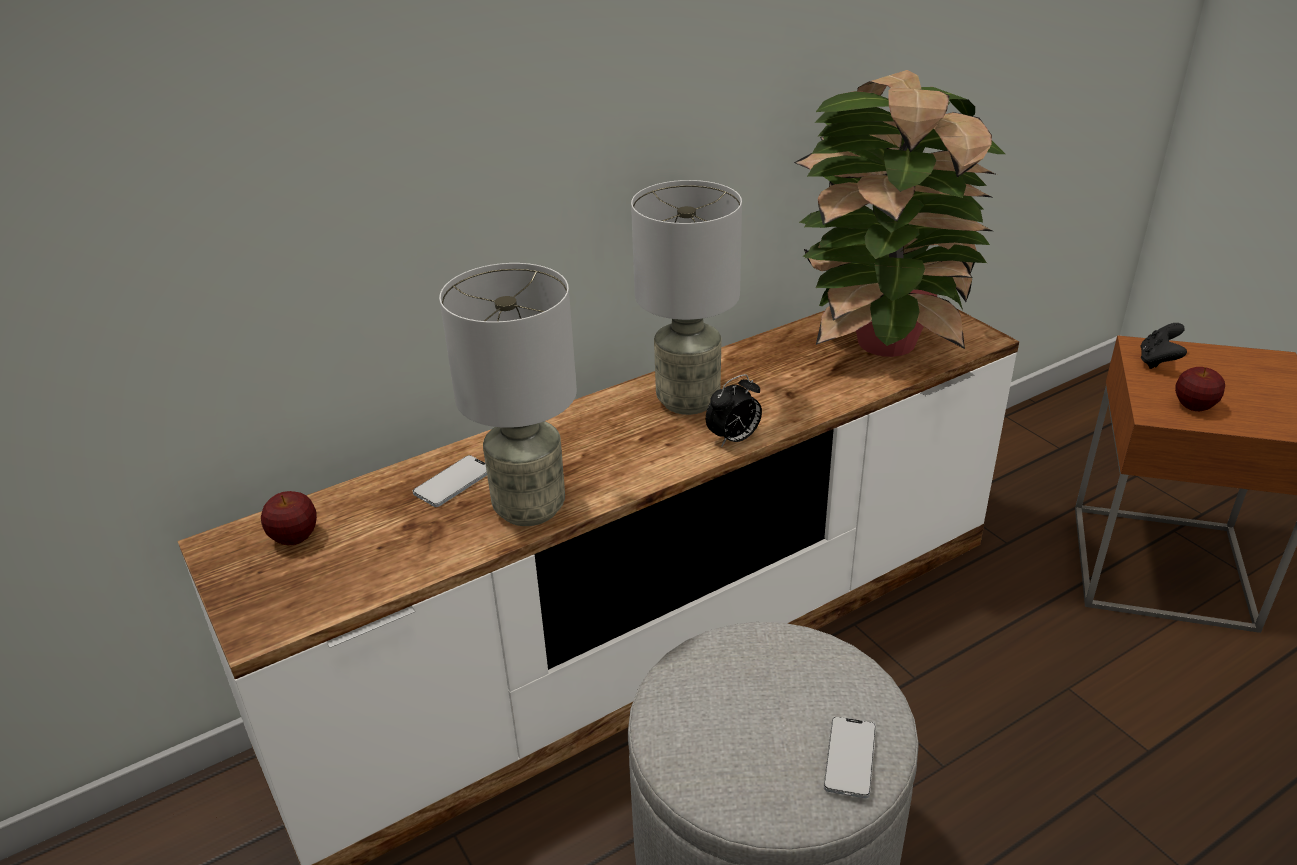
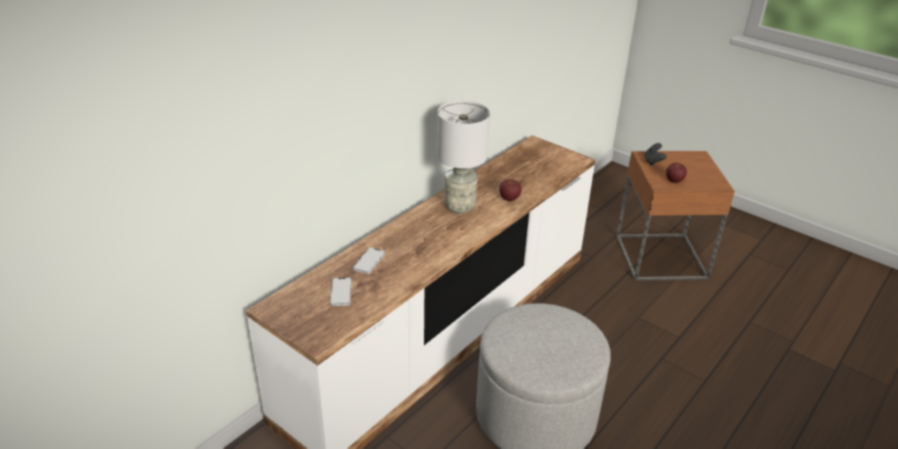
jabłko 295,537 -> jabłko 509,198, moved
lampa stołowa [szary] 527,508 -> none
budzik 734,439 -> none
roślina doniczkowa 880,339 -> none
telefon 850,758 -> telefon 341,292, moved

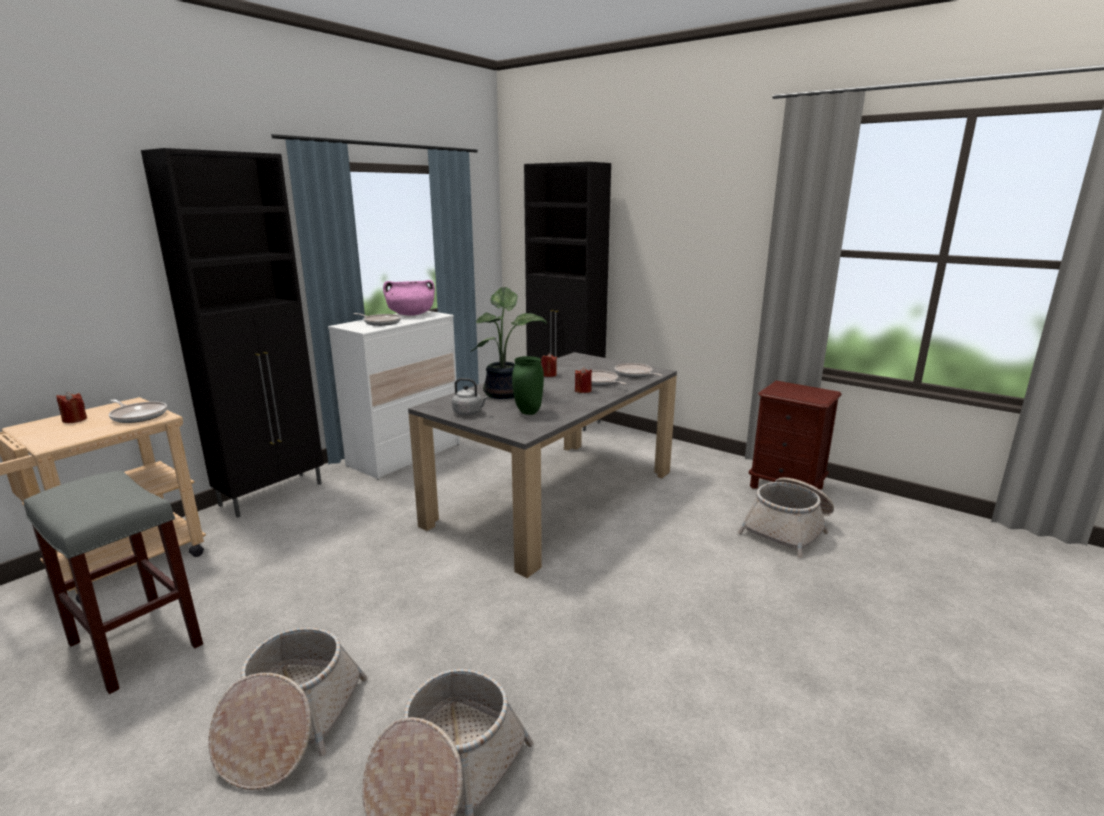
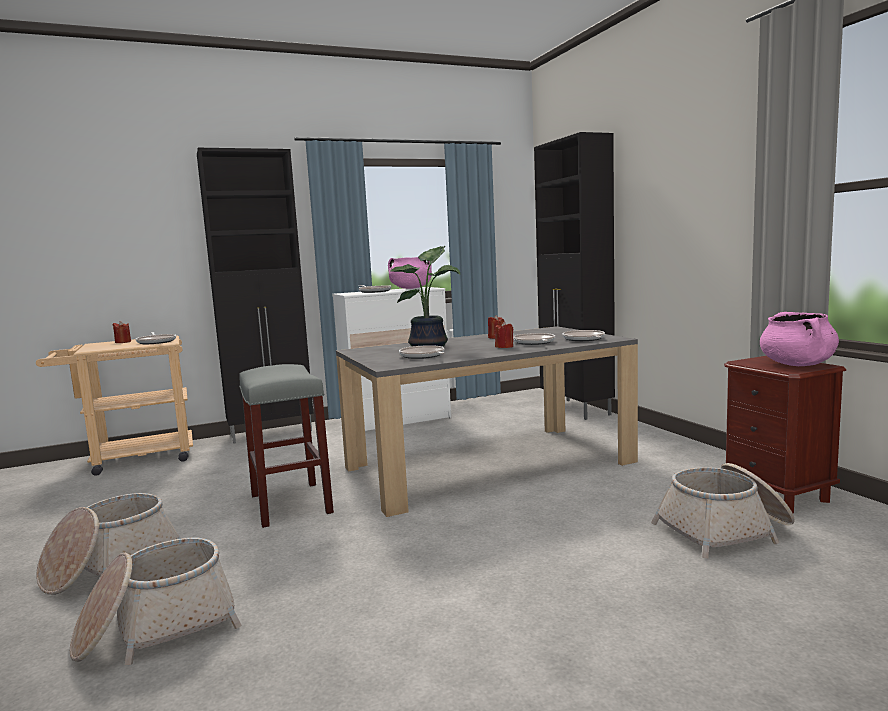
stołek [szary] 134,644 -> stołek [szary] 289,503, moved
czajnik [szary] 469,413 -> none
wazon [zielony] 529,412 -> patelnia 423,356
none -> garnek [różowy] 797,365

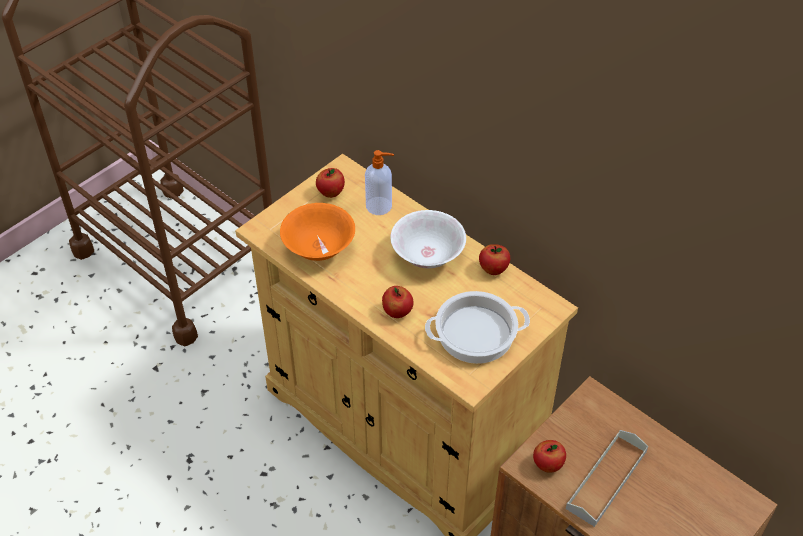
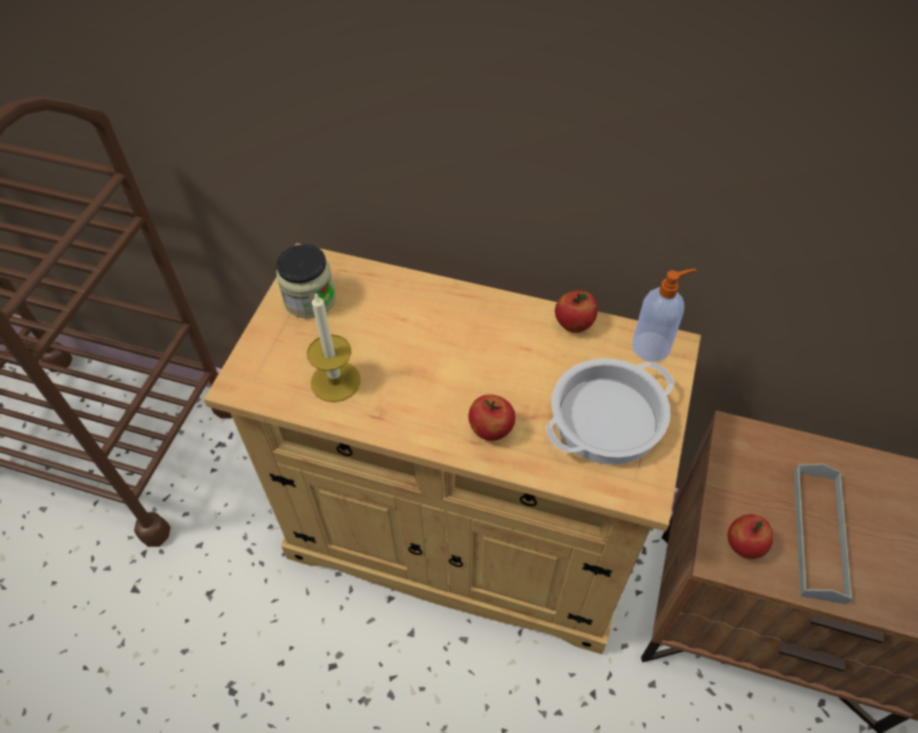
miska [pomarańczowy] 319,248 -> świeca 335,381
jabłko 330,193 -> słoik 310,299
dozownik mydła 380,206 -> dozownik mydła 652,346, moved
miska [biały] 428,255 -> none

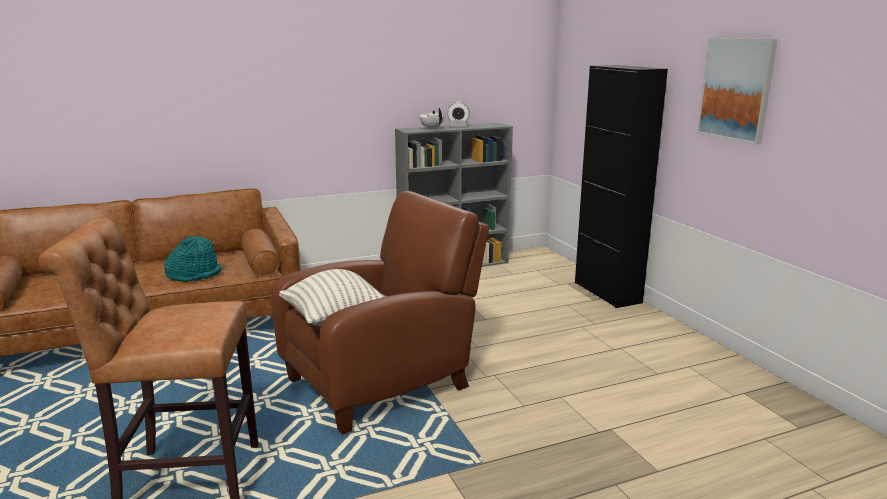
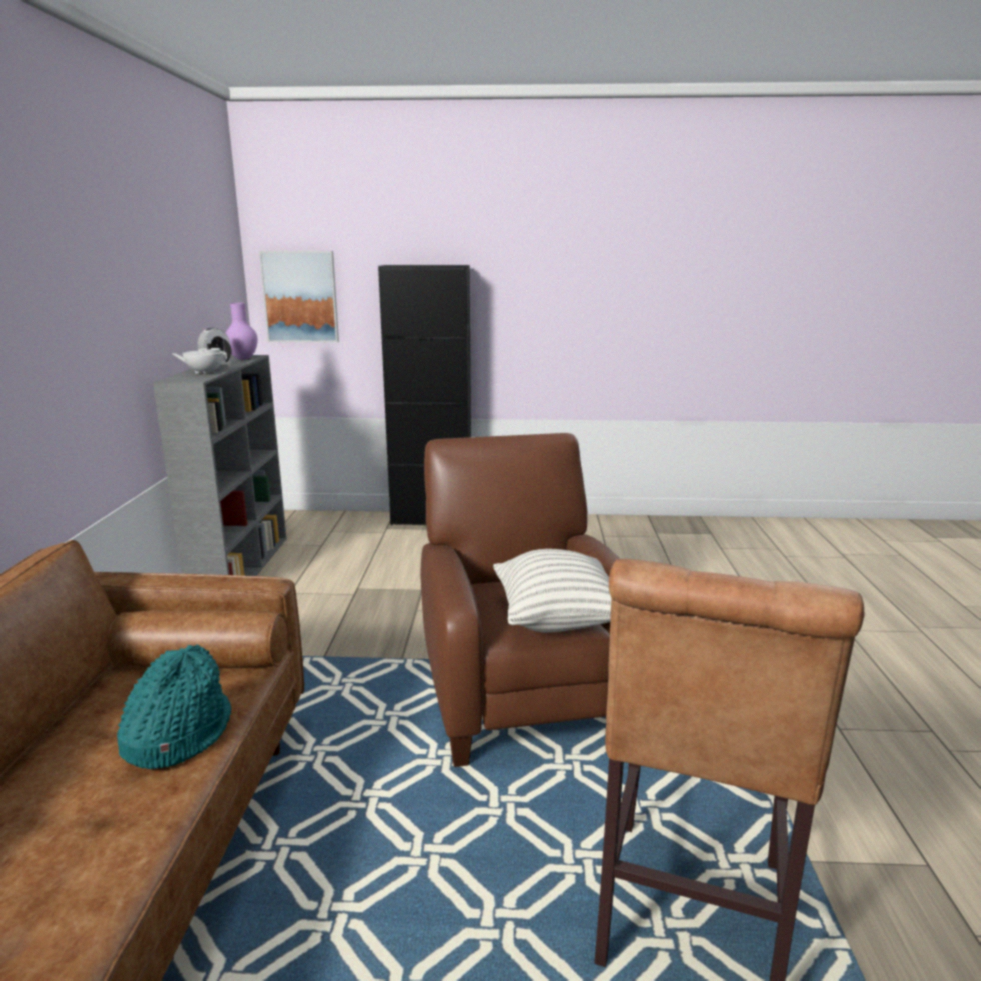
obraz 736,89 -> obraz 300,297, moved
none -> wazon [fioletowy] 244,359

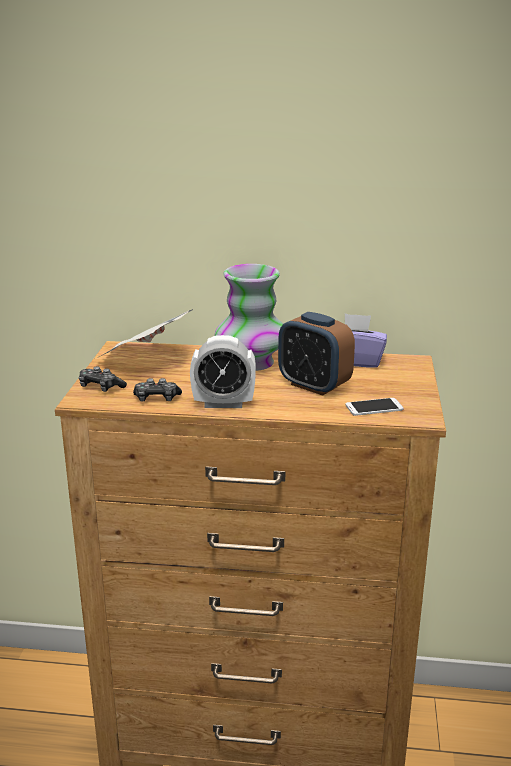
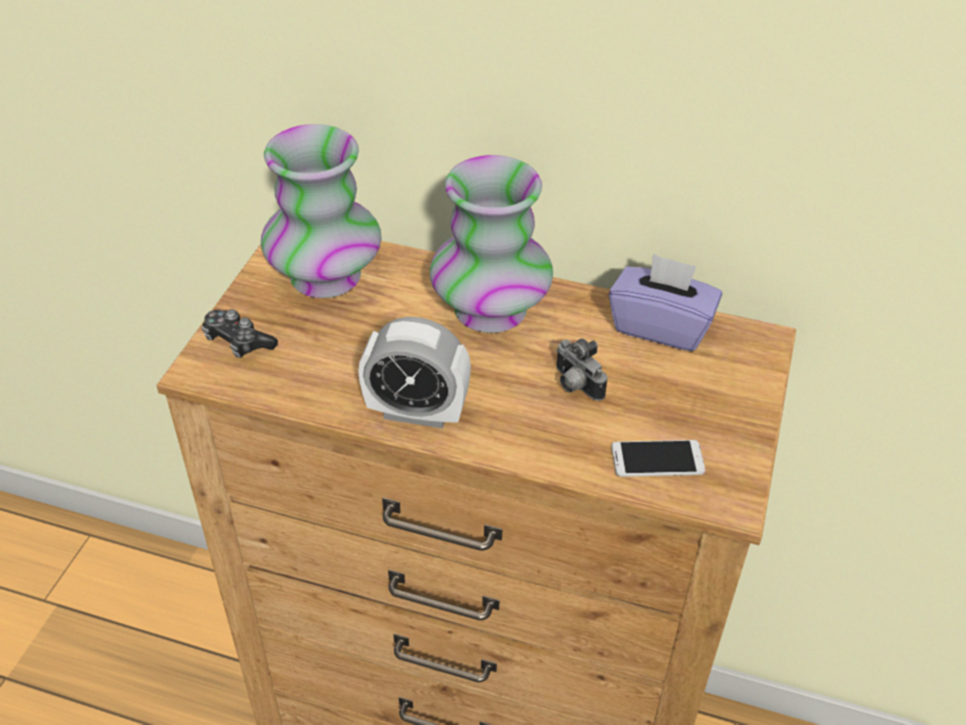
gazeta 145,359 -> wazon 325,276
pad do gier 156,399 -> none
budzik 314,386 -> aparat fotograficzny 575,385

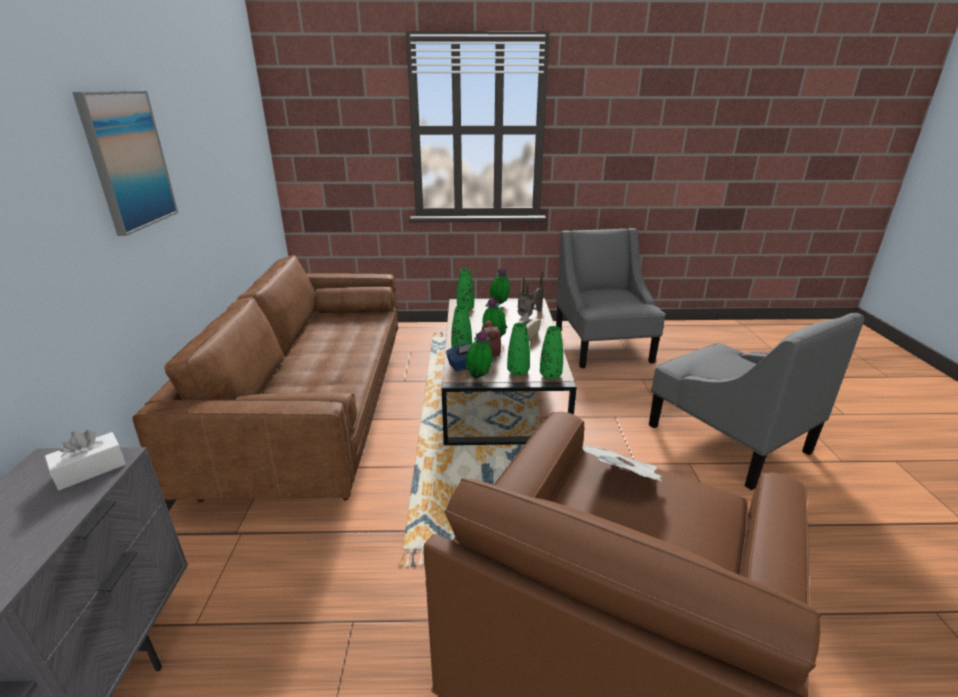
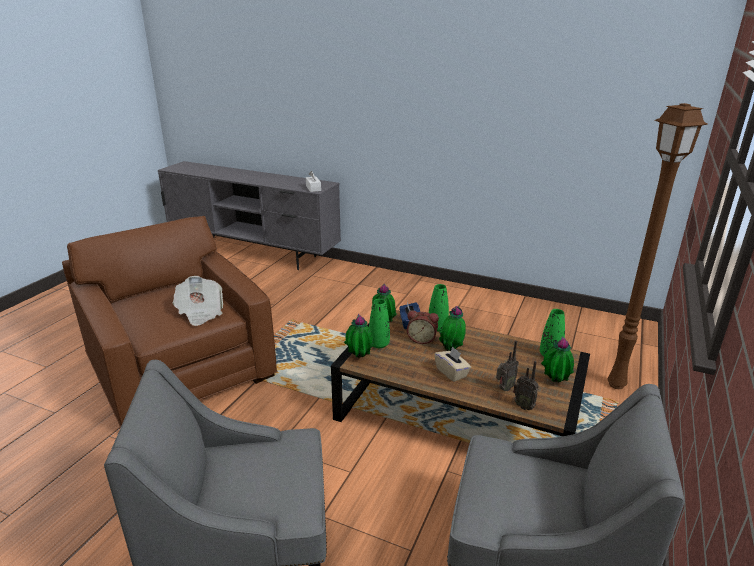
obraz 128,160 -> none
kanapa [brązowy] 314,413 -> none
wazon [zielony] 550,375 -> roślina doniczkowa 359,358
none -> lampa stojąca [brązowy] 618,385

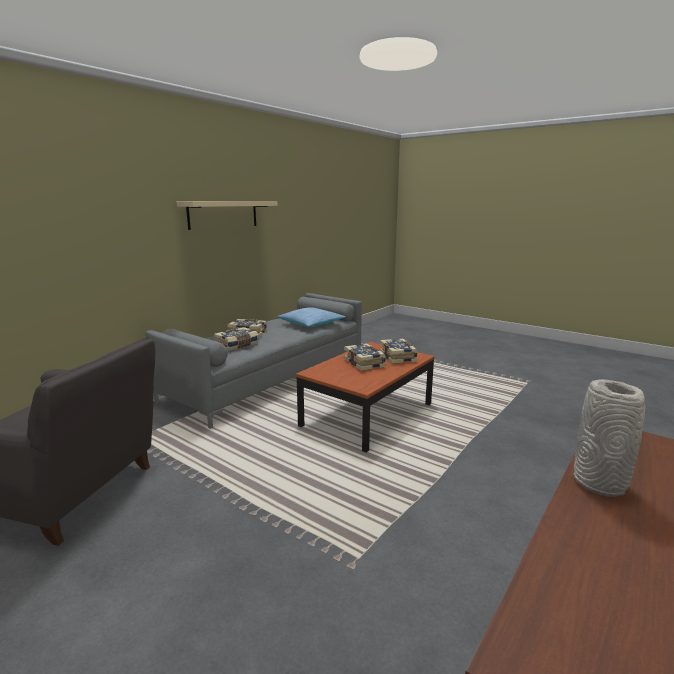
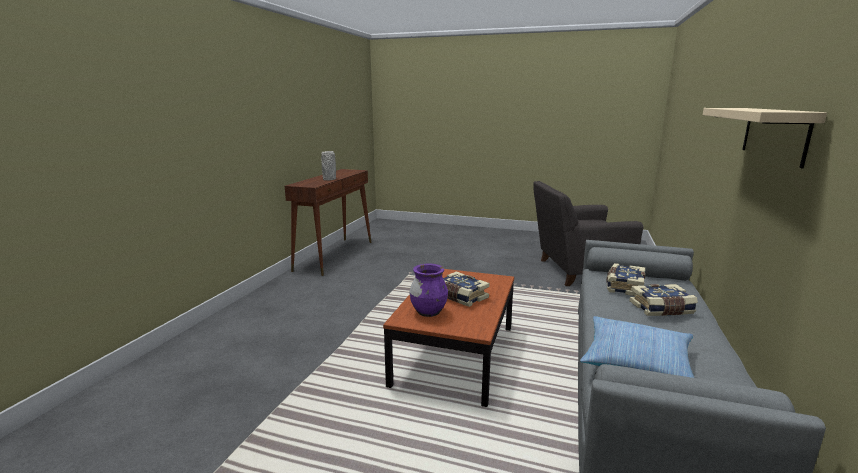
książka 398,357 -> wazon [fioletowy] 428,312

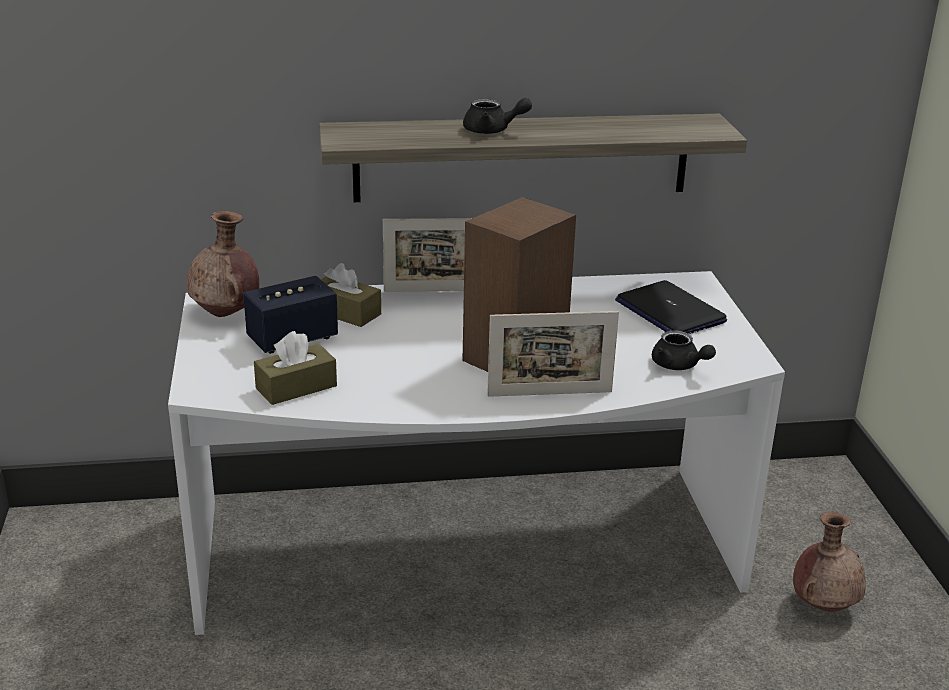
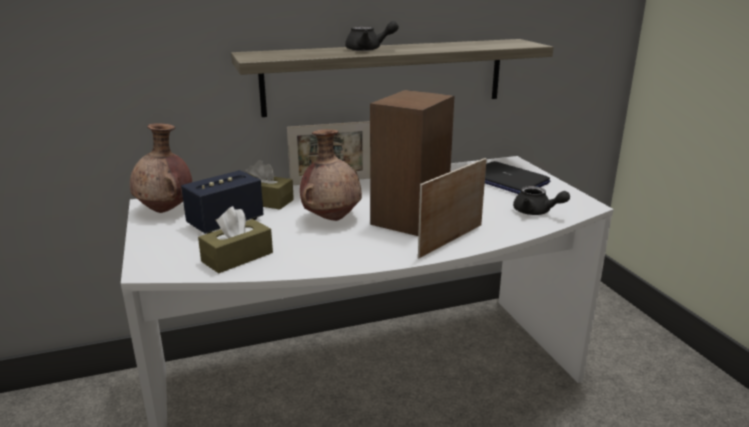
ramka na zdjęcie 549,394 -> ramka na zdjęcie 451,240, 150 degrees clockwise
wazon [brązowy] 824,605 -> wazon [brązowy] 332,218, moved

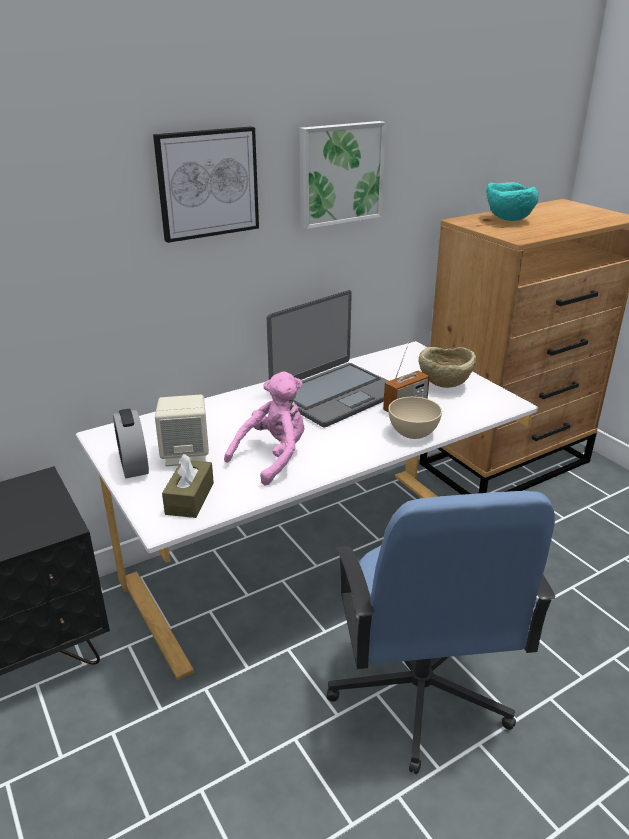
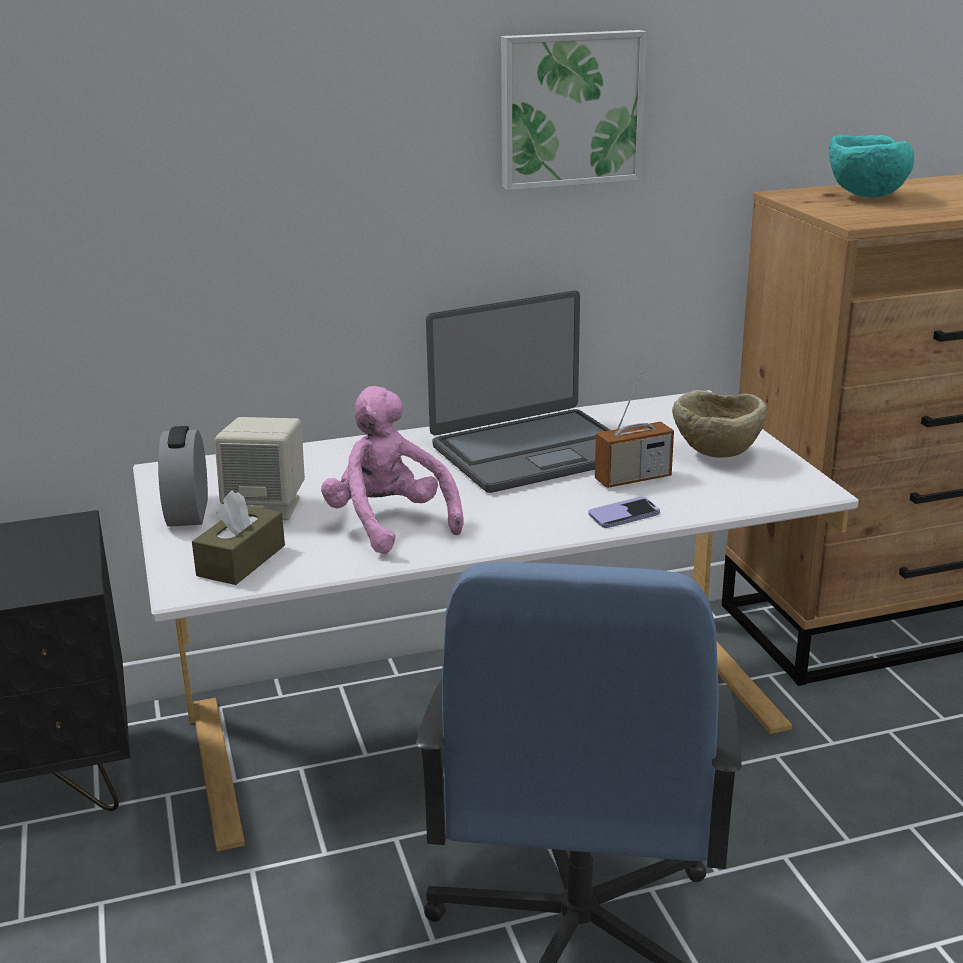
obraz 207,183 -> none
pluszak [różowy] 273,457 -> pluszak [różowy] 389,523, 90 degrees counterclockwise
miska [beżowy] 413,433 -> telefon 624,515

